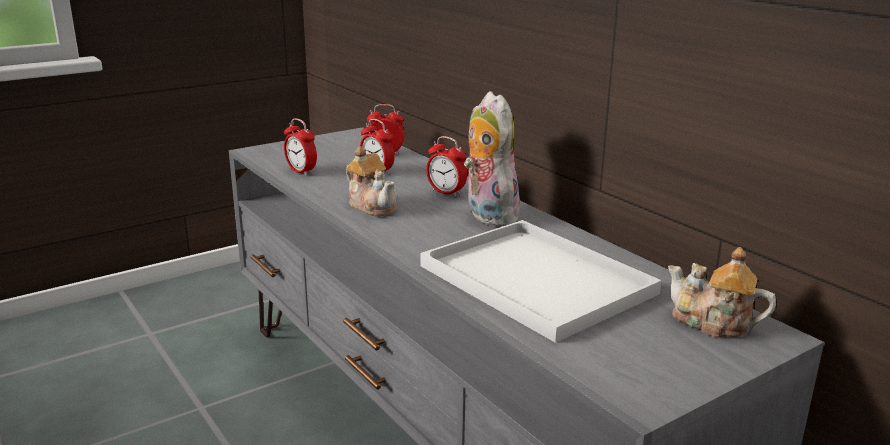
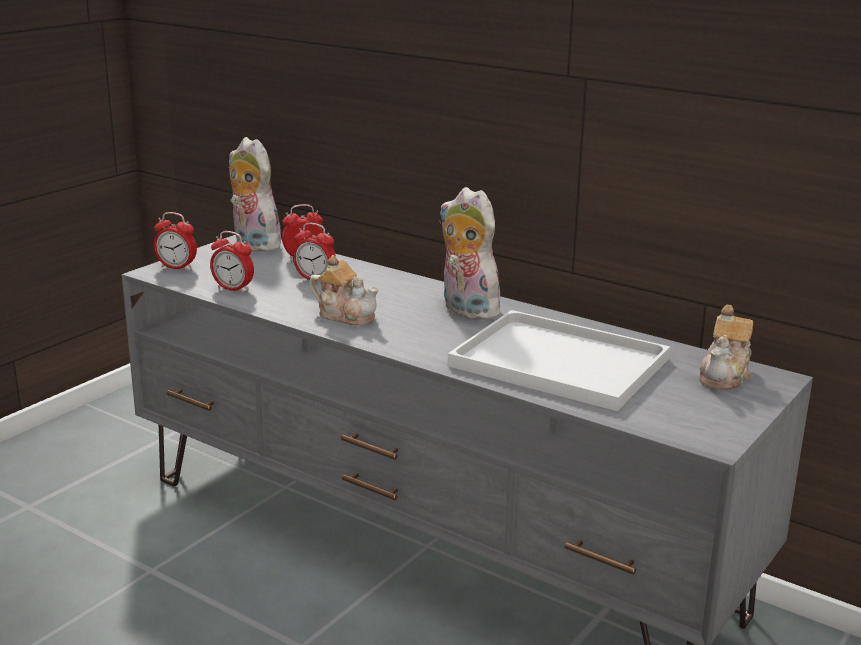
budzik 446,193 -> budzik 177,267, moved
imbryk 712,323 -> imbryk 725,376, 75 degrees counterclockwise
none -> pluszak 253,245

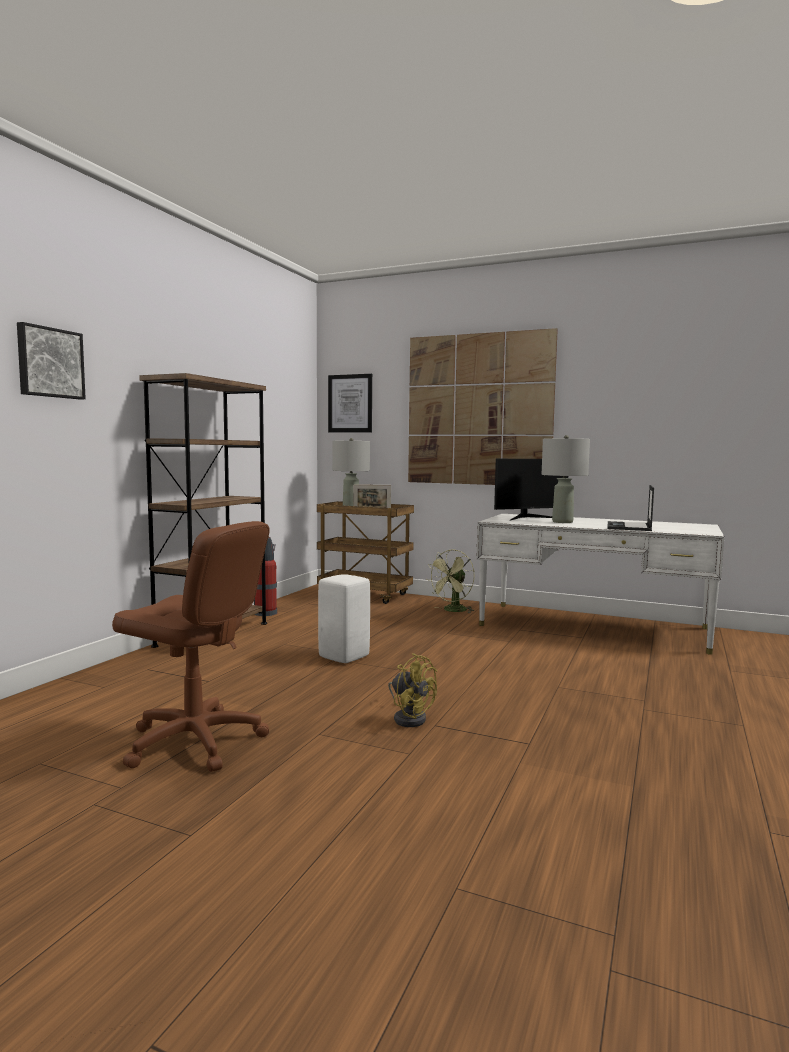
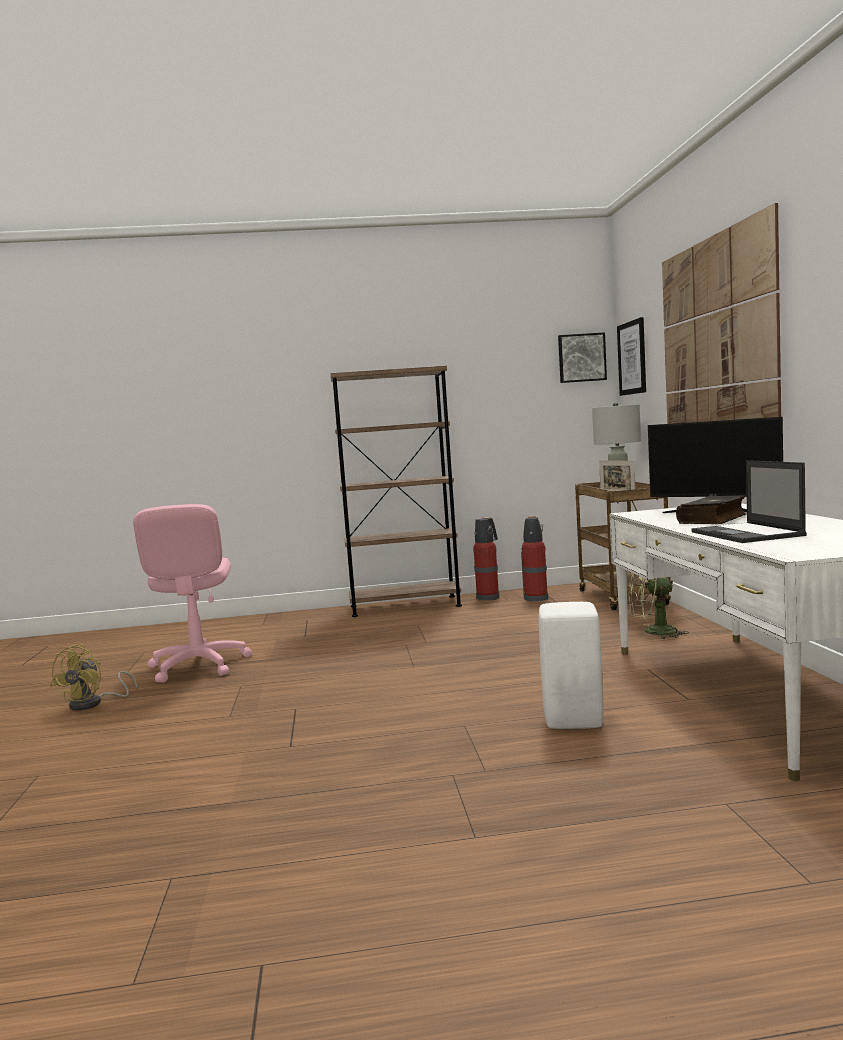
obraz 50,363 -> obraz 581,358, moved
krzesło biurowe [brązowy] 194,742 -> krzesło biurowe [różowy] 198,666
stołek [biały] 343,657 -> stołek [biały] 572,720, moved
wentylator [żółty] 409,717 -> wentylator [żółty] 93,703, moved
lampa stołowa [szary] 563,522 -> książka 713,519
laptop 629,527 -> laptop 747,534, 90 degrees counterclockwise
none -> gaśnica 536,598

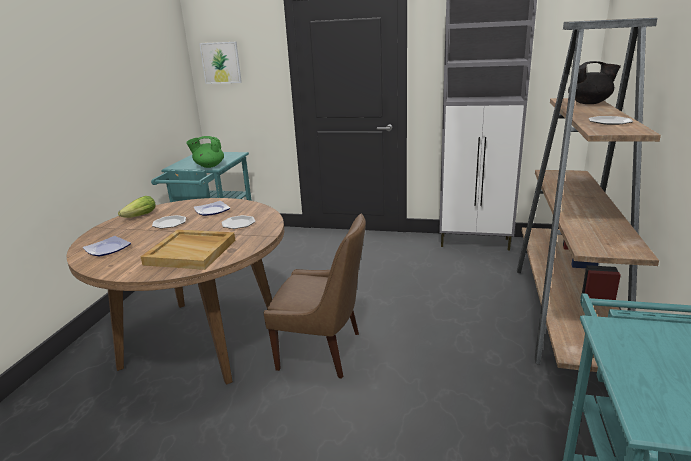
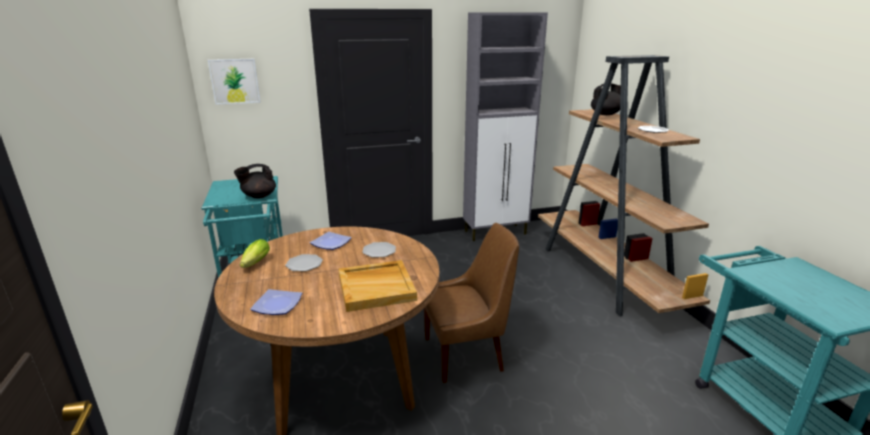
imbryk [zielony] 209,166 -> imbryk [czarny] 258,196

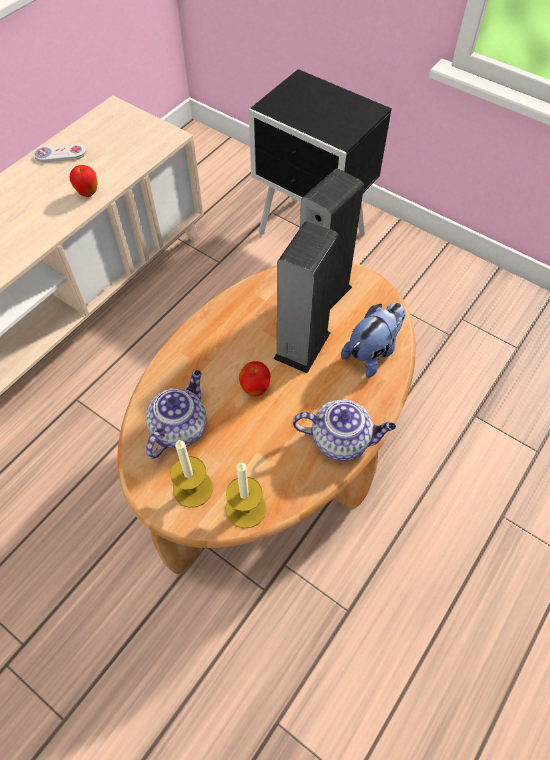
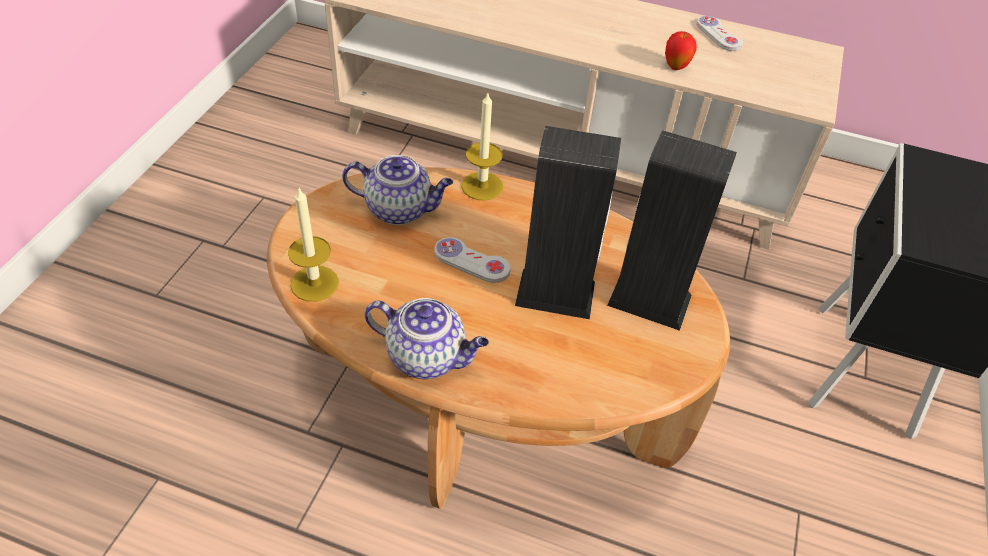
świeca 192,488 -> świeca 482,186, moved
jabłko 255,390 -> pad do gier [biały] 471,262
imbryk 341,440 -> imbryk 427,357, 60 degrees counterclockwise
pluszak 372,353 -> none

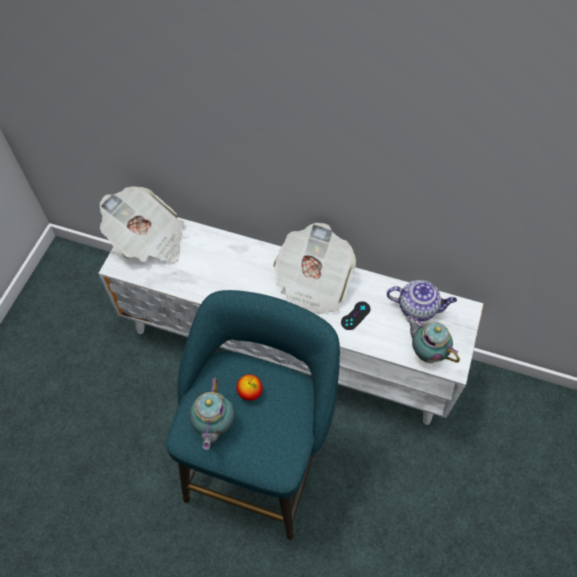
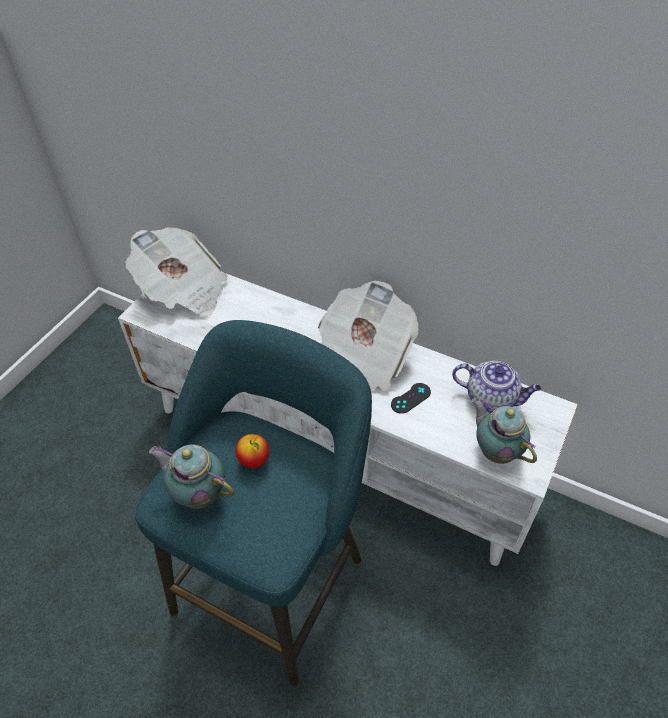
imbryk 214,425 -> imbryk 198,493, 105 degrees clockwise

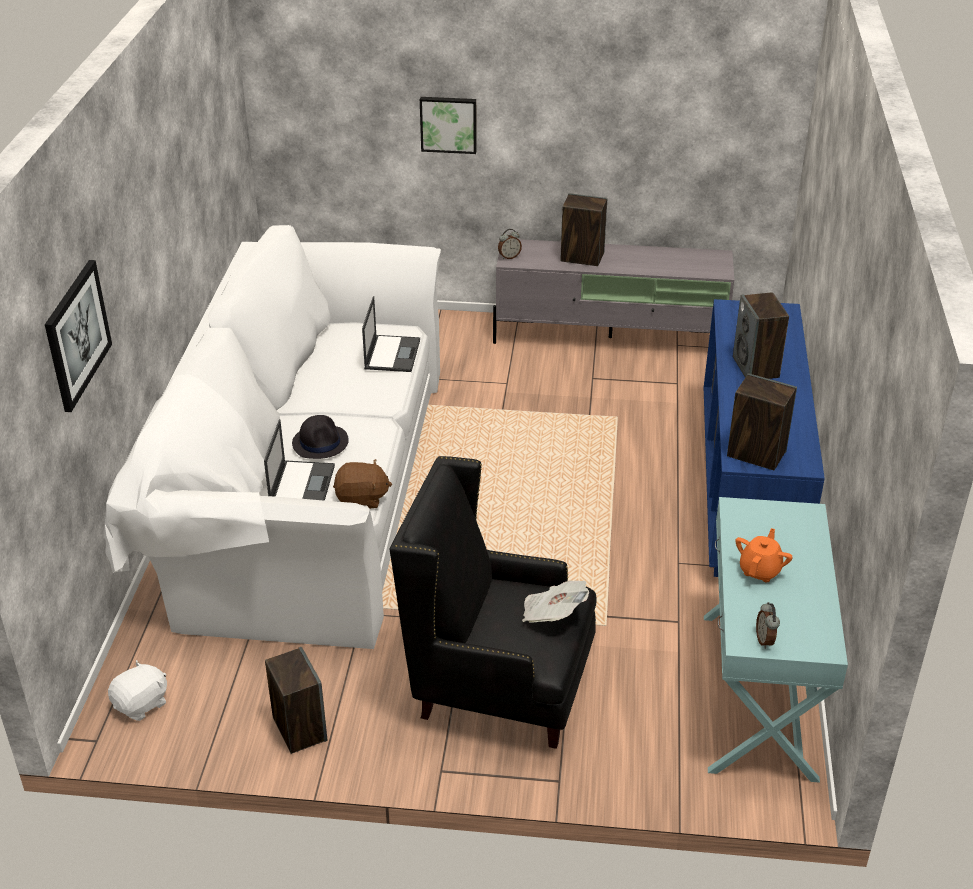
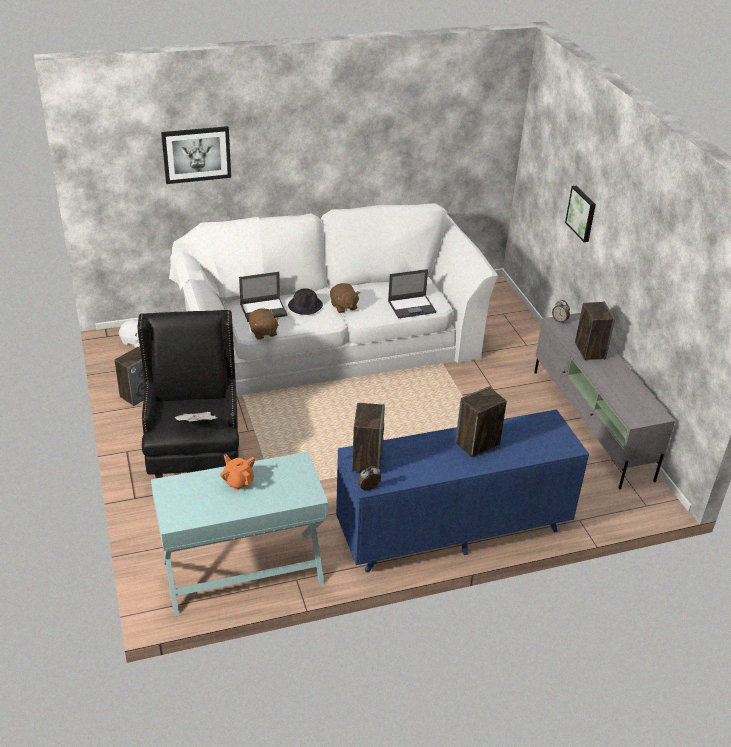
imbryk [pomarańczowy] 760,570 -> imbryk [pomarańczowy] 238,481, 135 degrees counterclockwise
budzik 765,640 -> budzik 369,489, moved
none -> pluszak [brązowy] 343,306

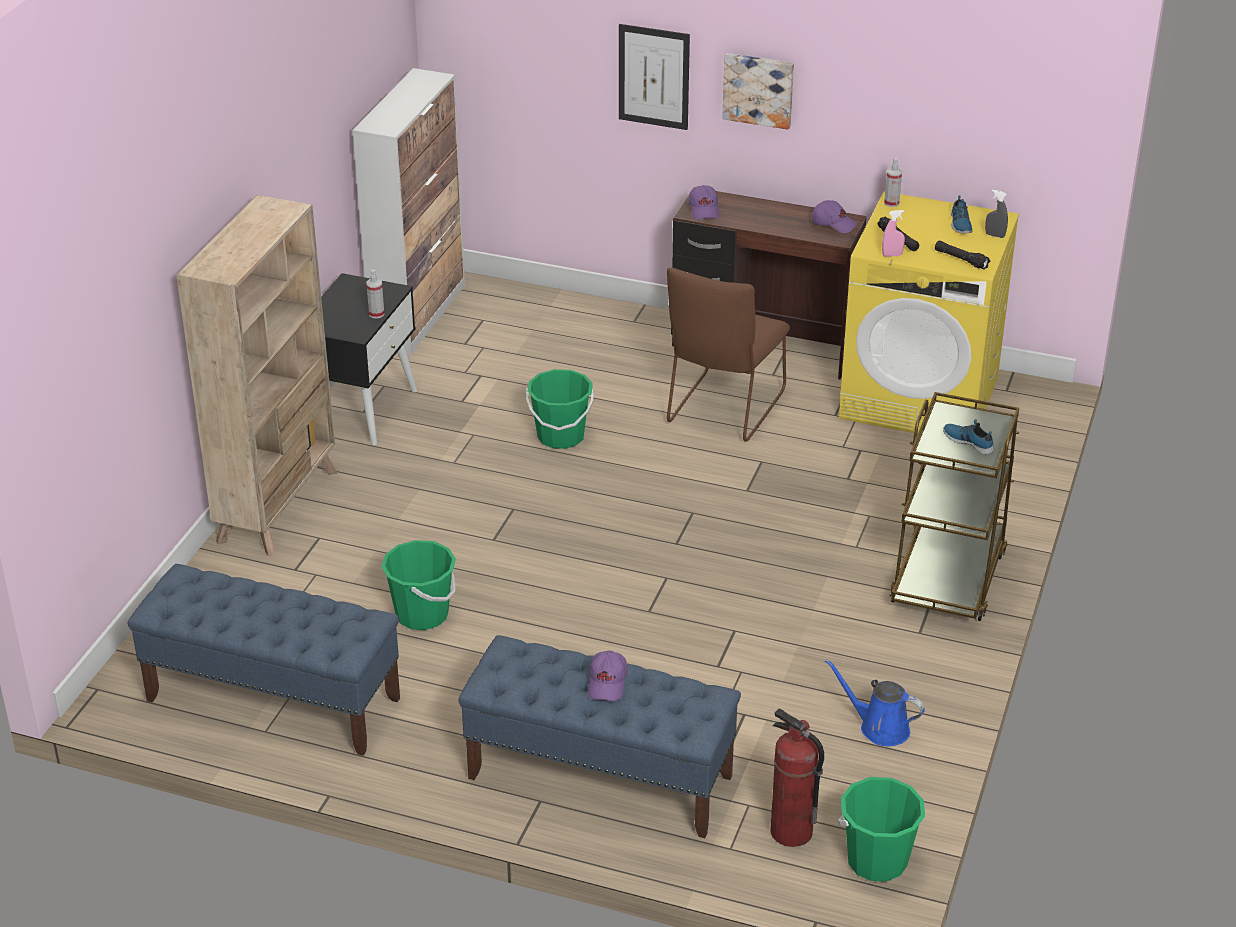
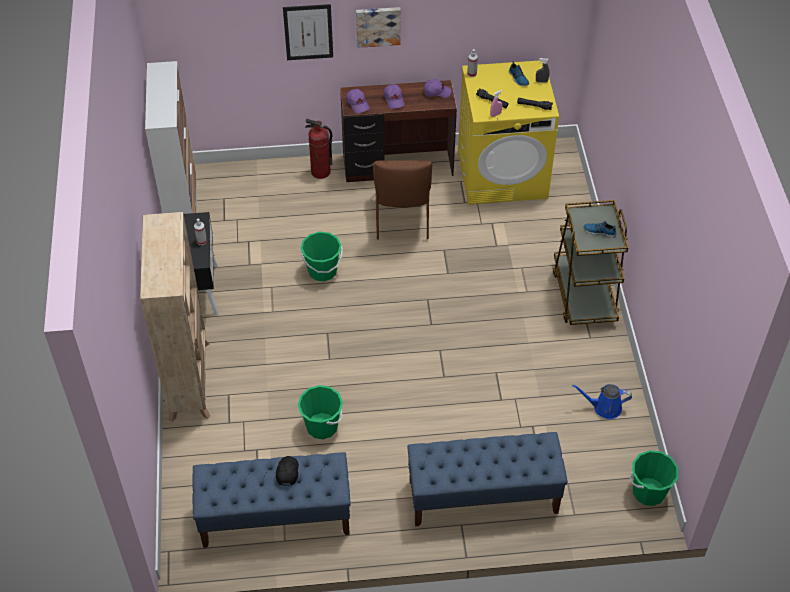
czapka z daszkiem [fioletowy] 608,683 -> czapka z daszkiem [fioletowy] 394,100, moved
gaśnica 791,832 -> gaśnica 320,172, moved
none -> czapka z daszkiem [czarny] 287,472

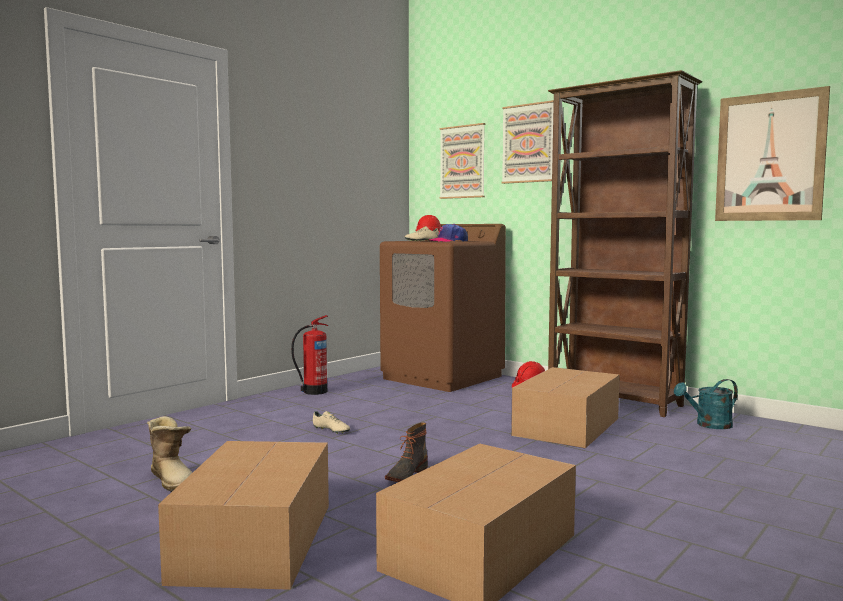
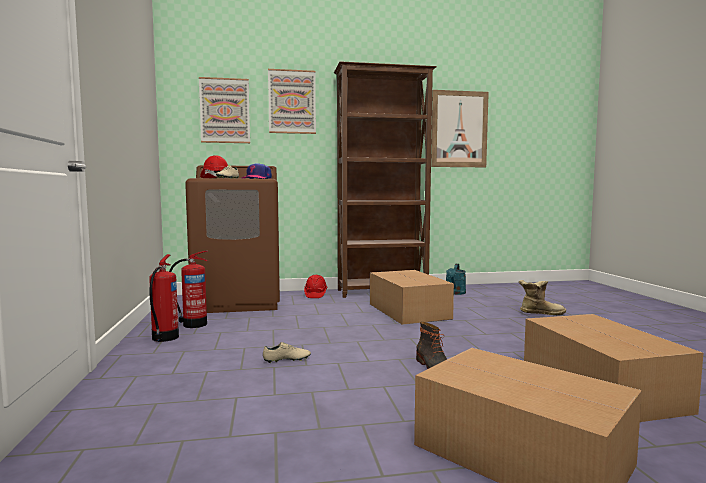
but z cholewką 174,480 -> but z cholewką 540,313, moved
none -> gaśnica 193,324

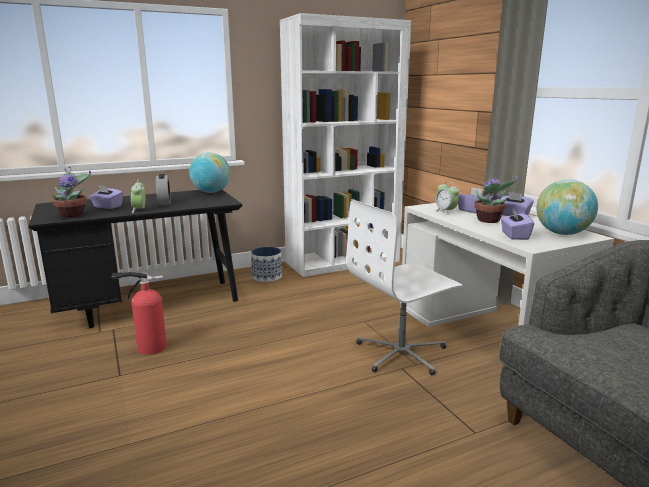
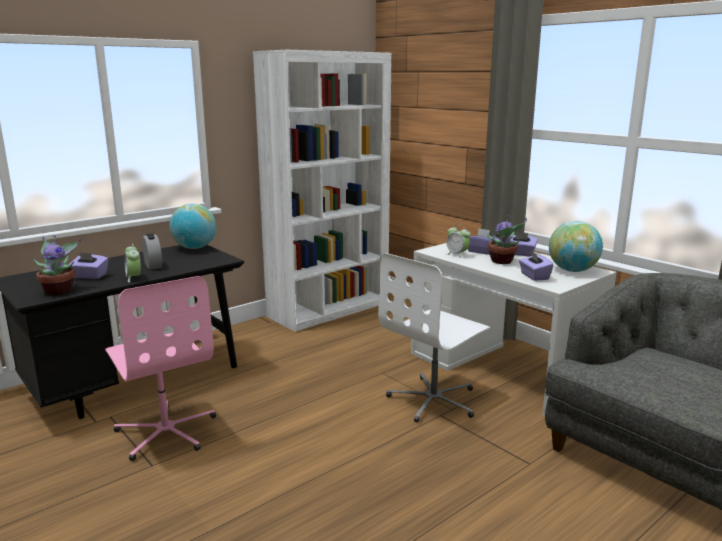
gaśnica 148,348 -> krzesło biurowe [różowy] 166,431
donica 267,276 -> none

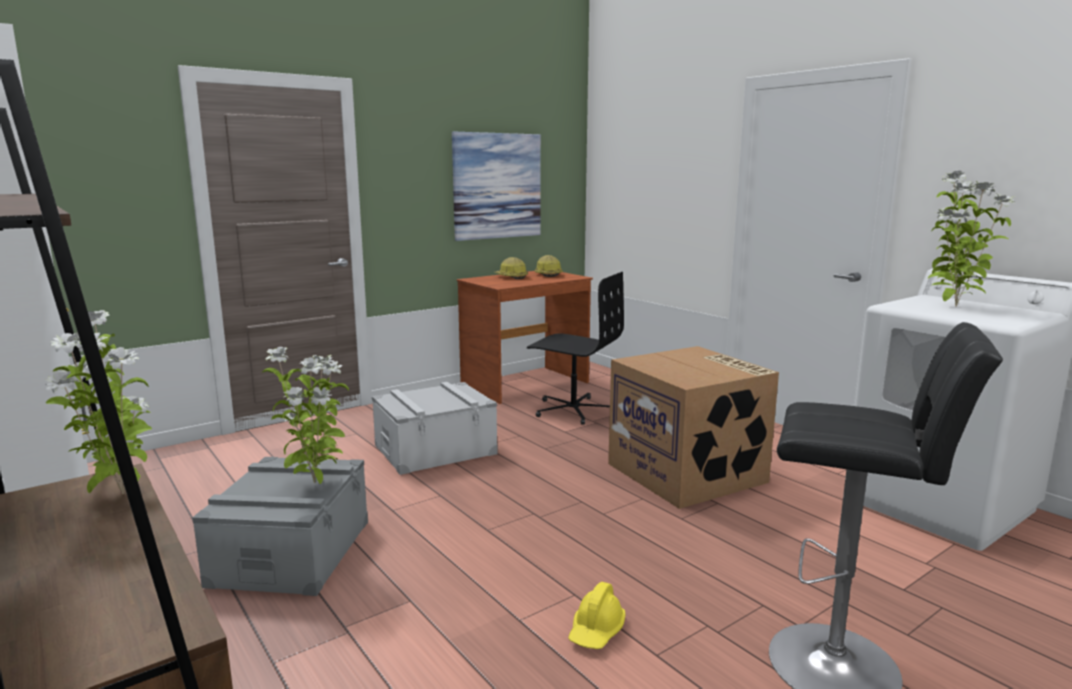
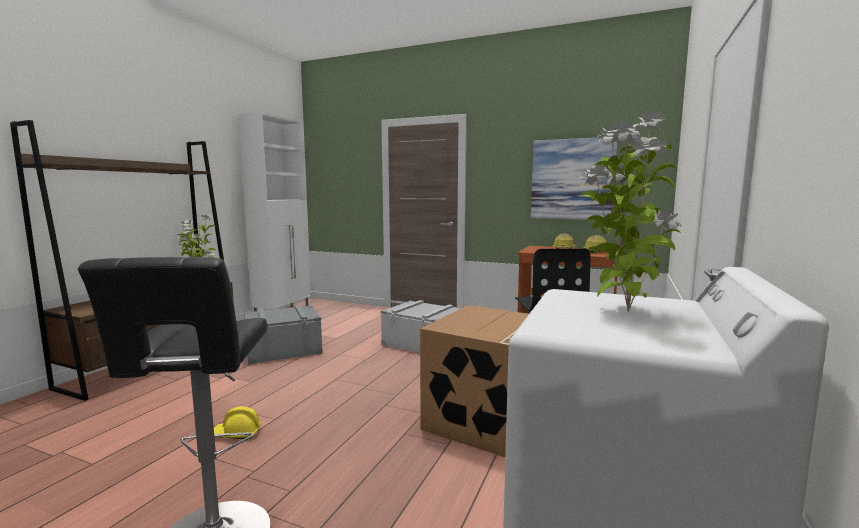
roślina doniczkowa 315,484 -> none

